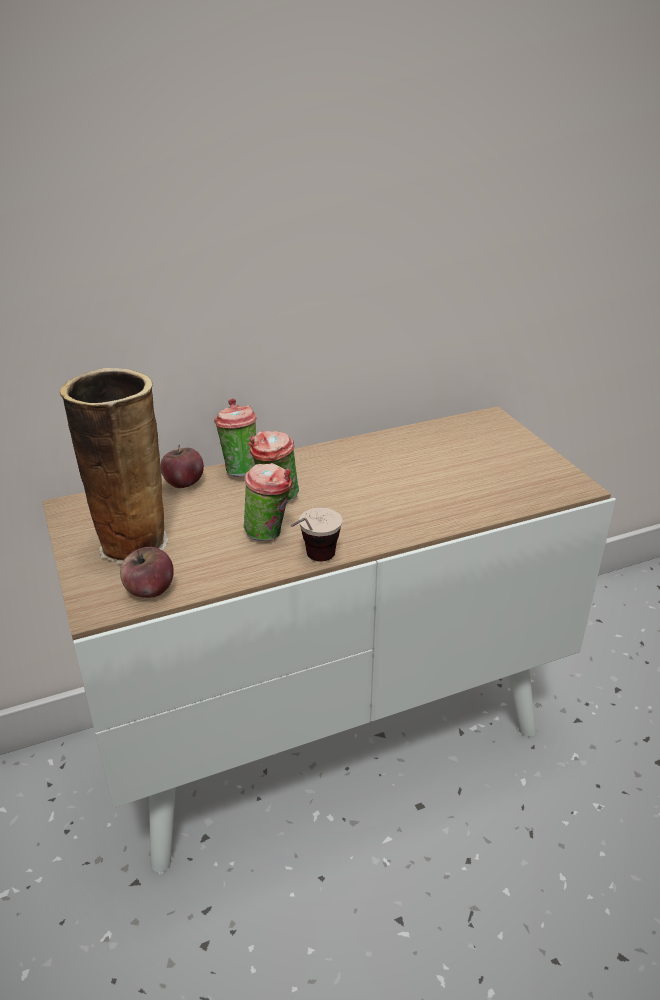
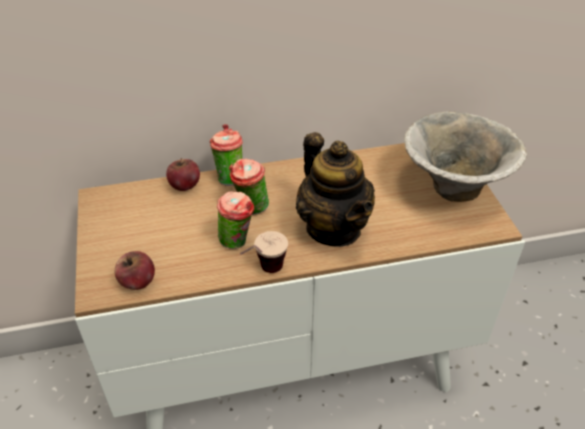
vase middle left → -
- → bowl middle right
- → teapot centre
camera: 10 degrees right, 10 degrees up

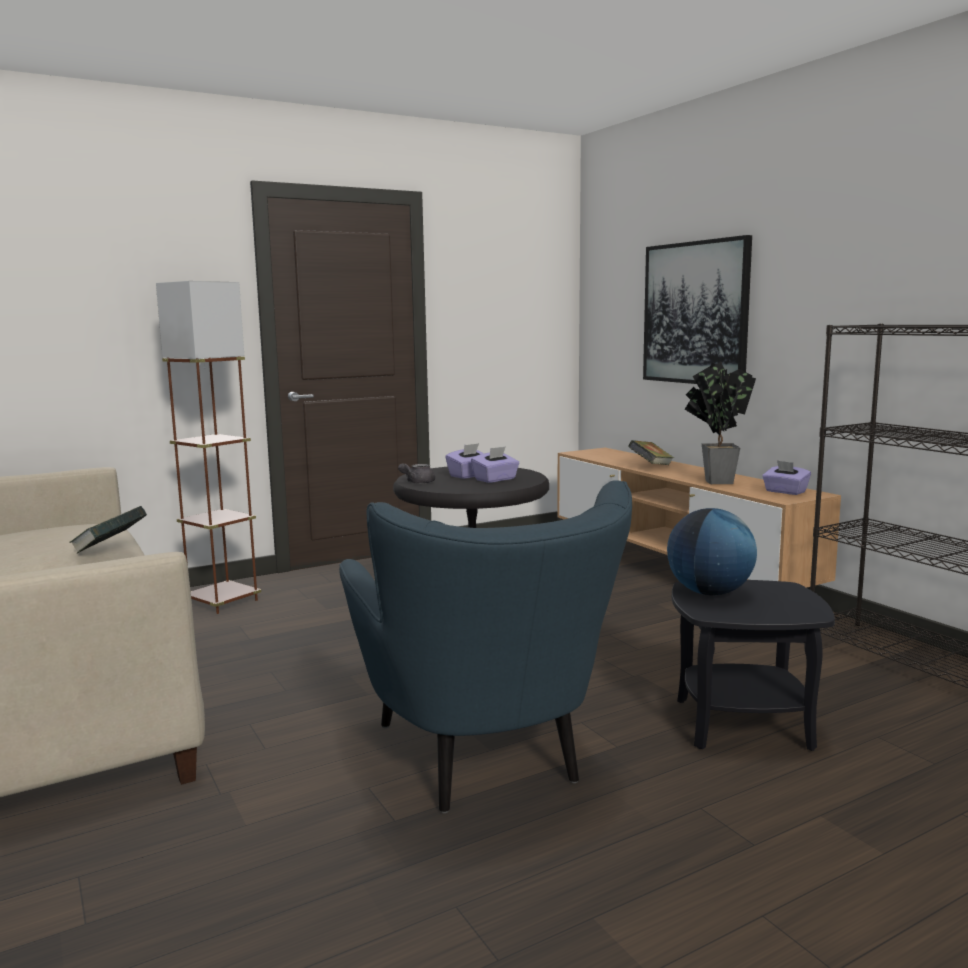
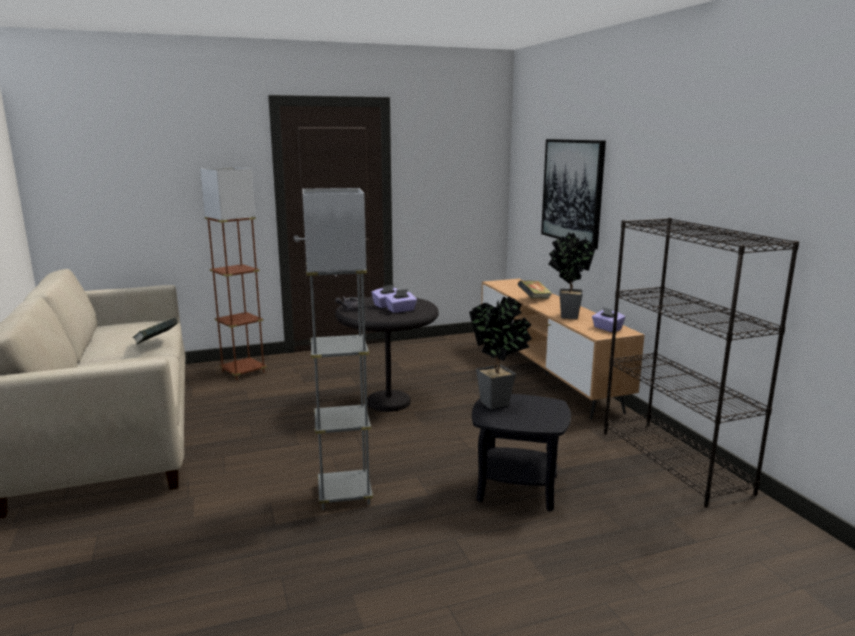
blue armchair bottom centre → grey floor lamp centre
globe middle right → potted plant (no. 1 from left) centre
camera: 10 degrees right, 5 degrees up

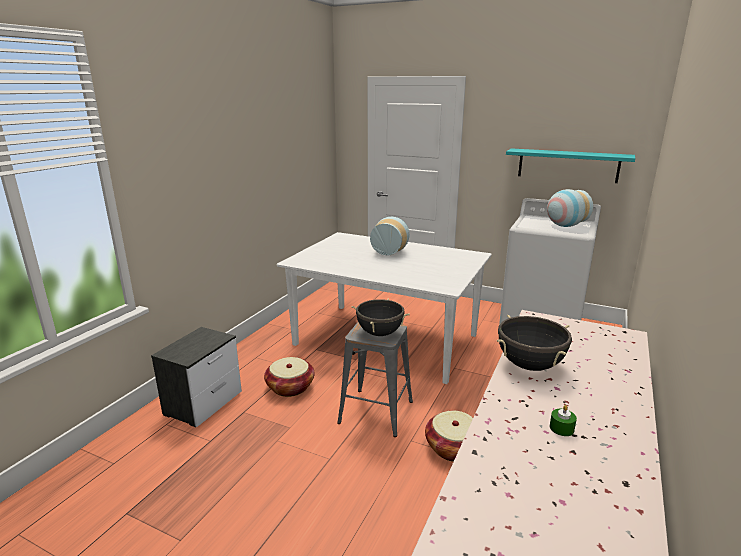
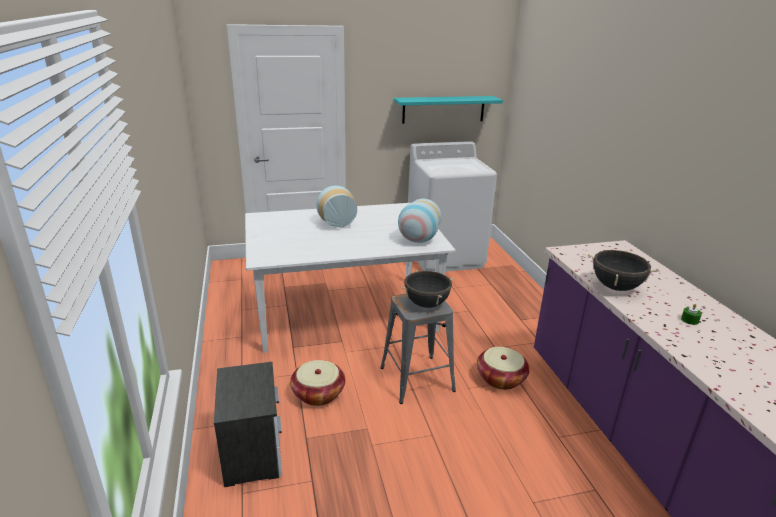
vase (no. 2 from left) middle right → vase (no. 2 from left) centre, shifted
camera: 40 degrees left, 5 degrees up

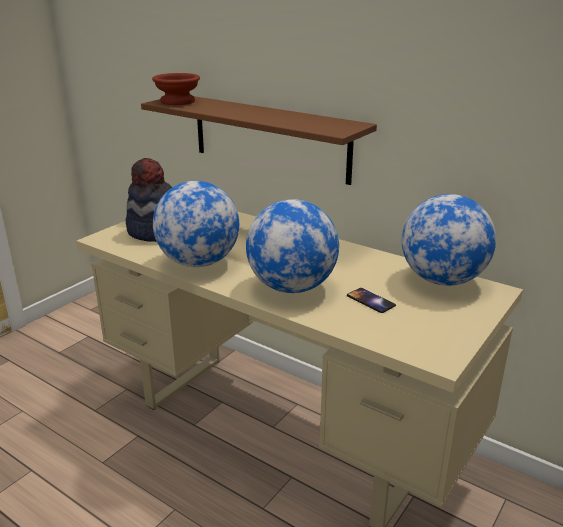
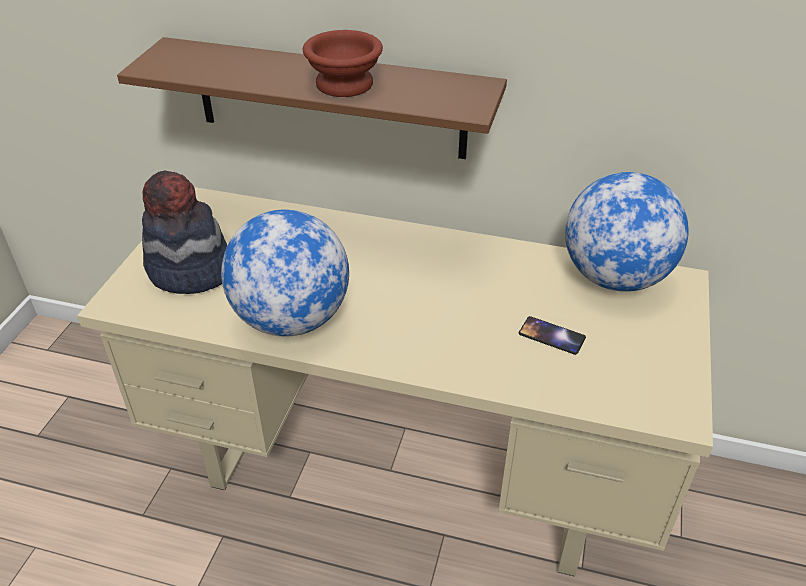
brown bowl top left → brown bowl top centre, shifted
globe (no. 2 from left) centre → -
camera: 20 degrees left, 15 degrees up

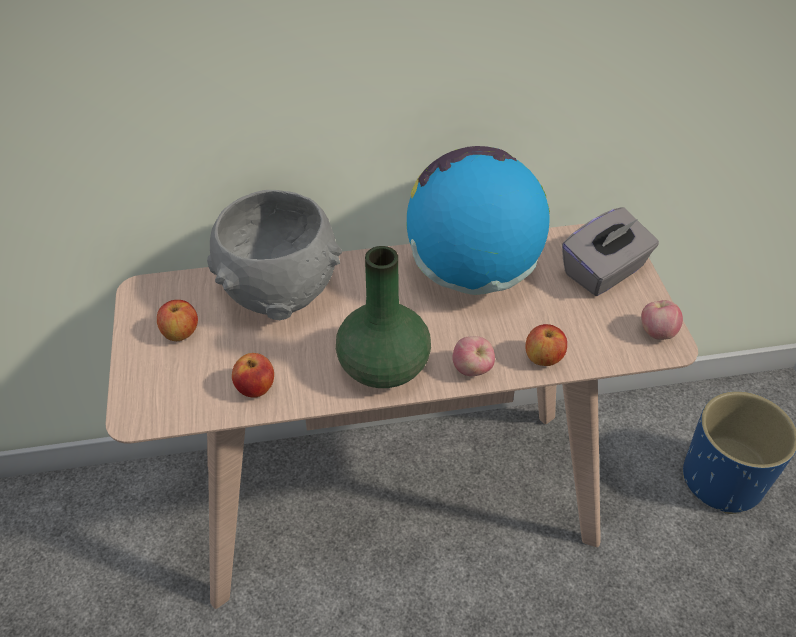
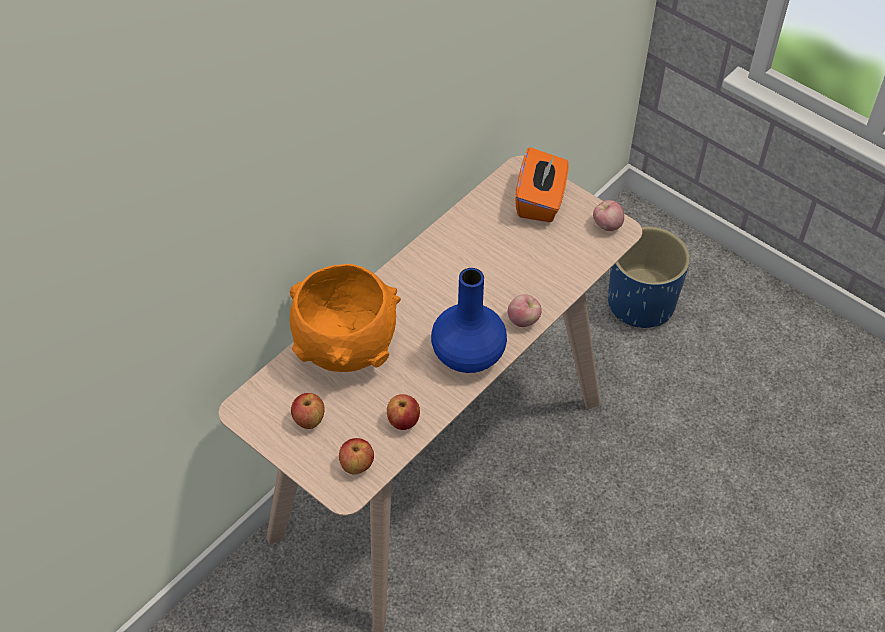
globe centre → -
grey bowl centre → orange bowl centre
grey tissue box middle right → orange tissue box top centre
green vase centre → blue vase centre
apple (no. 4 from left in the first image) middle right → apple (no. 2 from left) bottom centre, shifted
camera: 40 degrees left, 5 degrees up

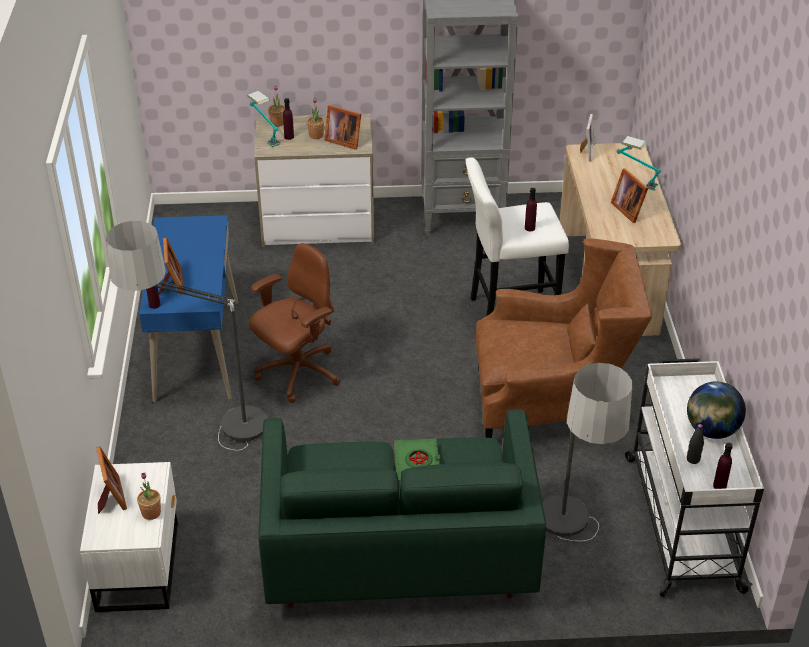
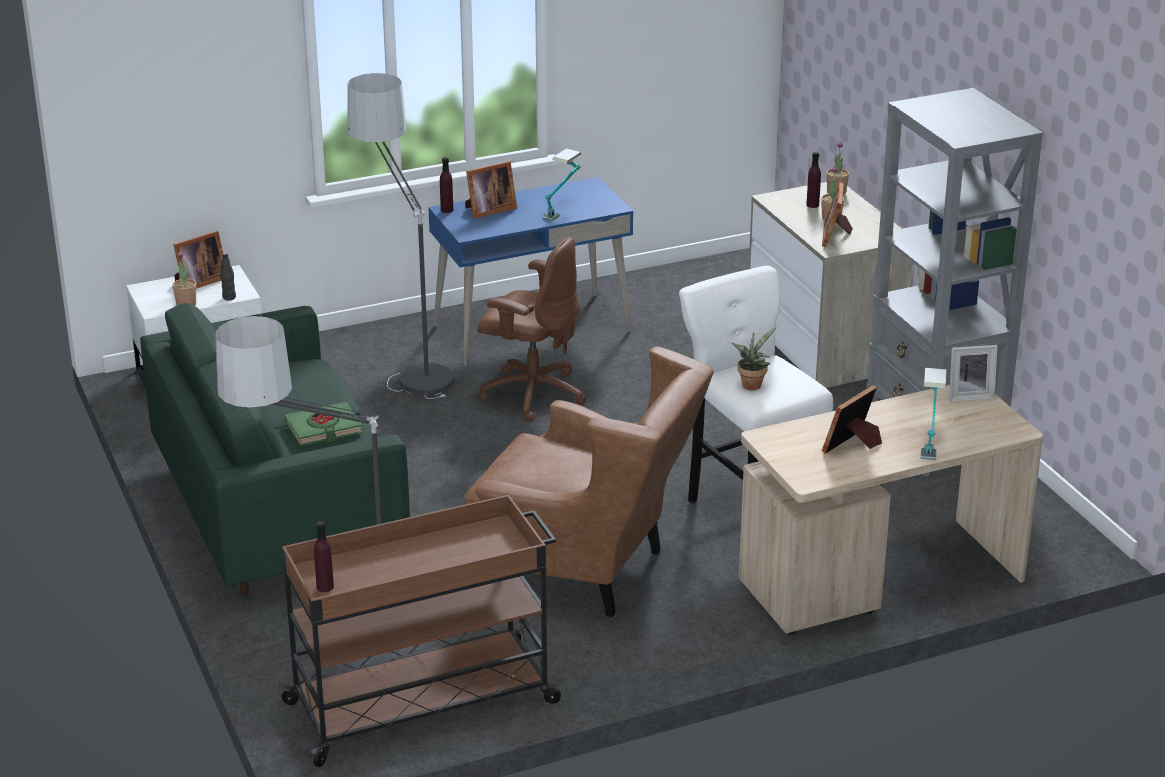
table lamp (no. 1 from left) top left → table lamp (no. 1 from left) top centre, shifted
purple bottle (no. 3 from left) top centre → potted plant (no. 2 from left) centre
brown armchair middle right → brown armchair centre, 45 degrees counterclockwise
white cart bottom right → brown cart bottom centre
globe middle right → -
black bottle bottom right → black bottle middle left, shifted
camera: 70 degrees right, 10 degrees down

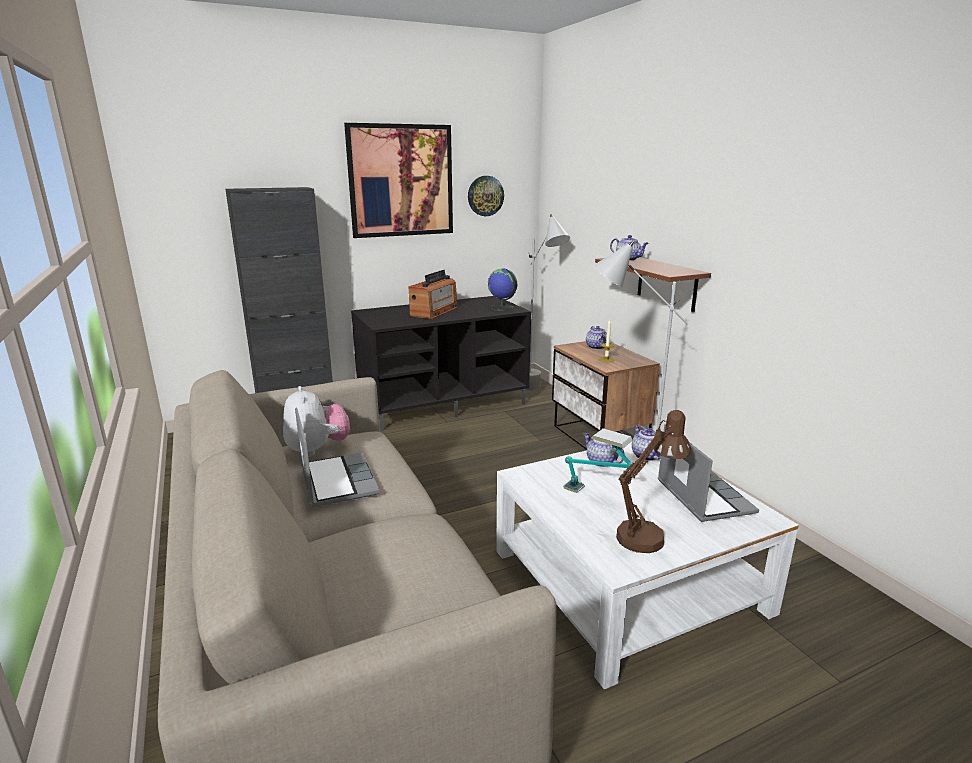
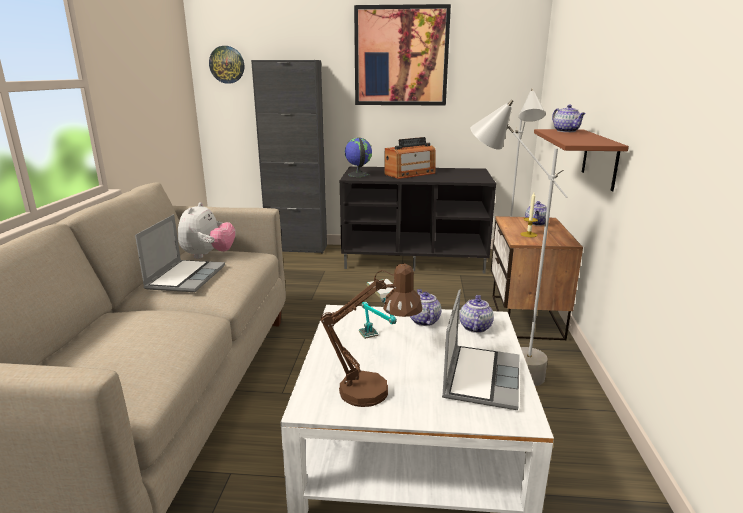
wall clock top centre → wall clock top left, shifted
globe centre → globe top centre, shifted
camera: 30 degrees right, 0 degrees up

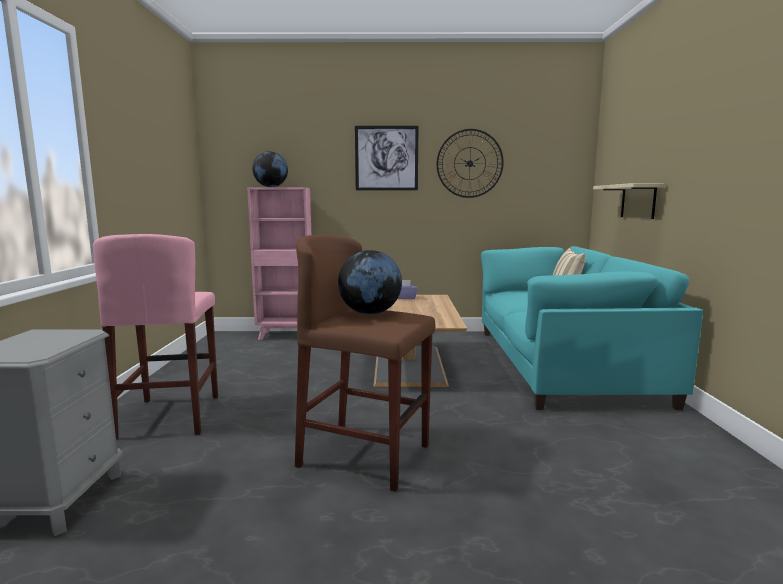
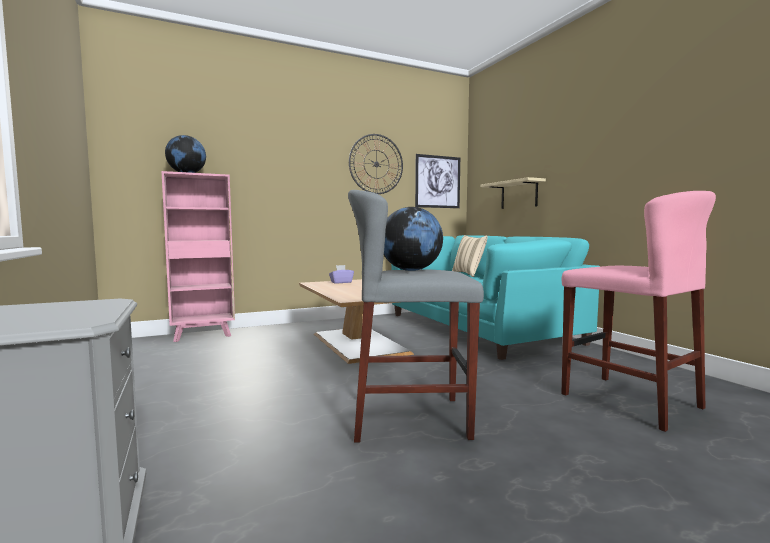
picture top centre → picture centre, shifted
pink stool middle left → pink stool middle right, shifted
brown stool centre → grey stool centre
camera: 25 degrees left, 5 degrees down

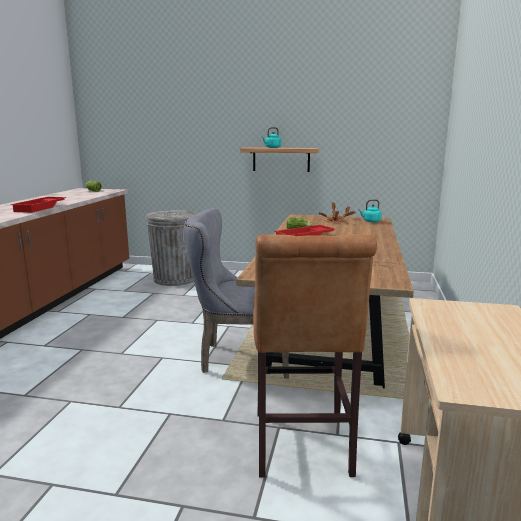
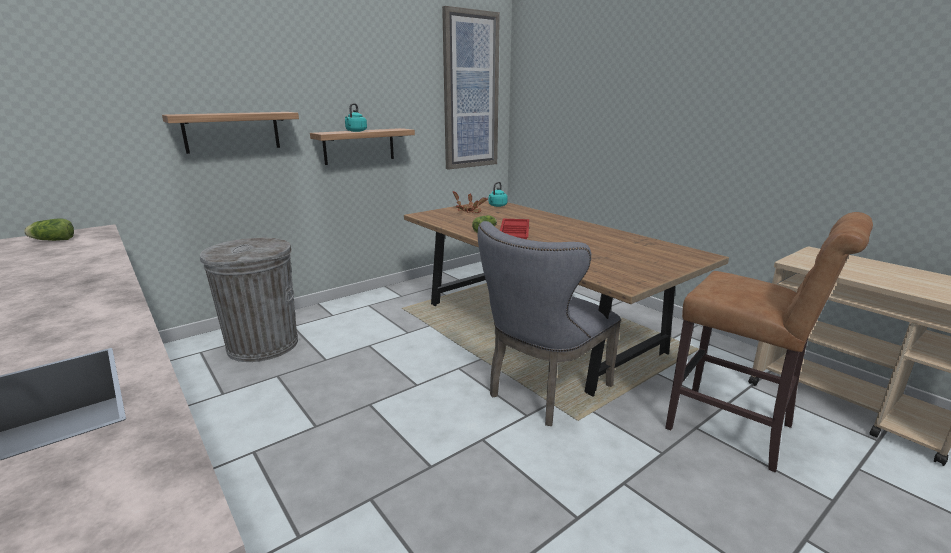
red tray (no. 1 from left) middle left → -
- → picture top centre
- → shelf (no. 1 from left) top left
camera: 50 degrees left, 5 degrees up

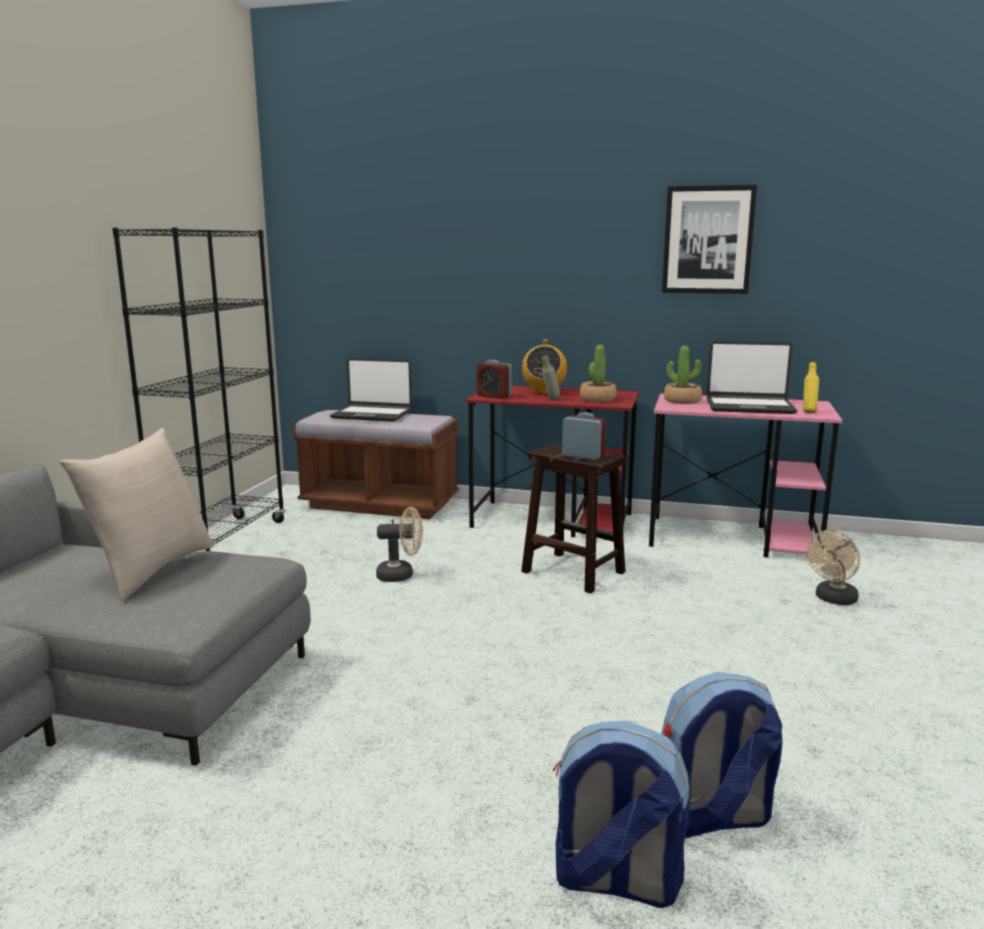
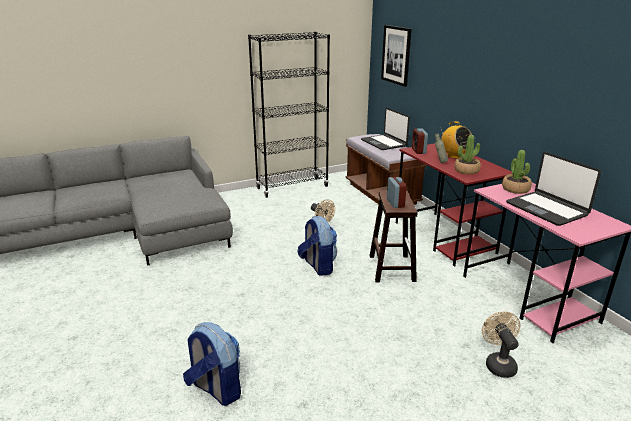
picture top right → picture top centre, shifted
radio centre → radio top right, 90 degrees counterclockwise
yellow bottle middle right → -
beige pillow middle left → -
beige fan (no. 2 from left) middle right → beige fan (no. 2 from left) bottom right, 75 degrees clockwise
backpack (no. 1 from left in the first image) bottom centre → backpack (no. 2 from left) centre, shifted
camera: 50 degrees right, 10 degrees up

